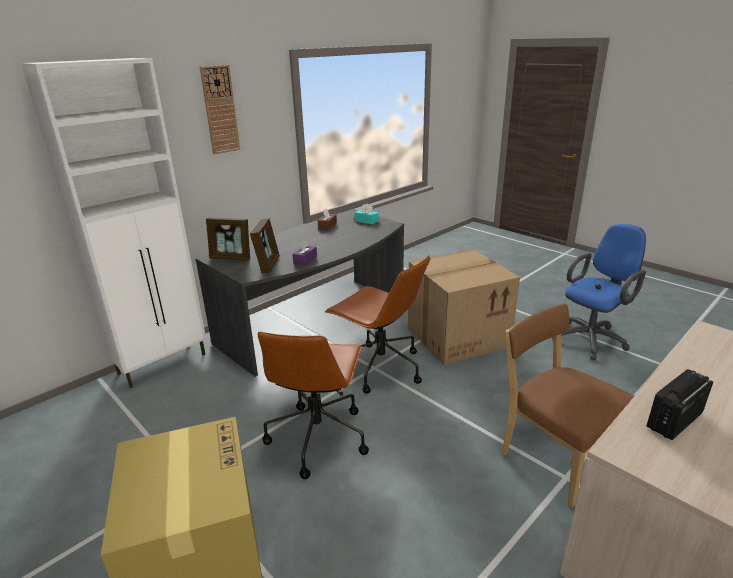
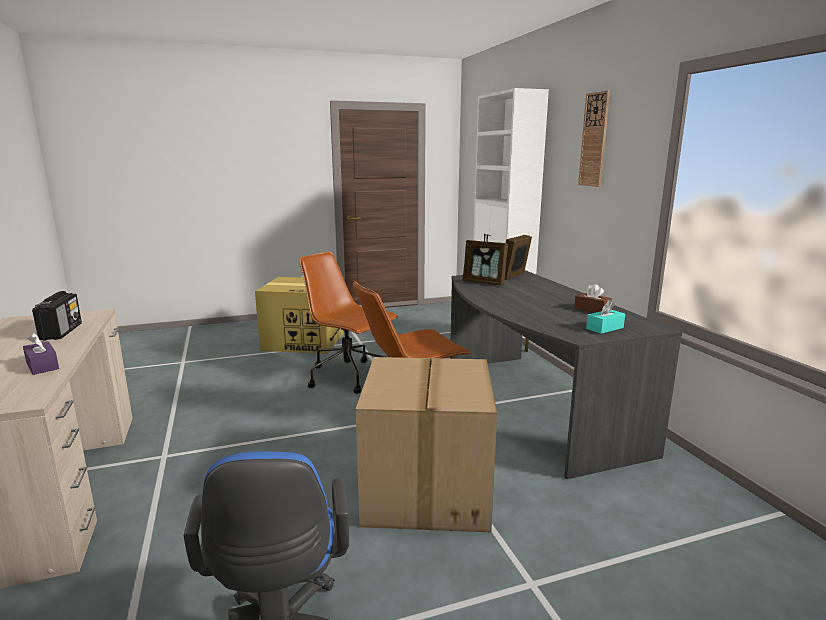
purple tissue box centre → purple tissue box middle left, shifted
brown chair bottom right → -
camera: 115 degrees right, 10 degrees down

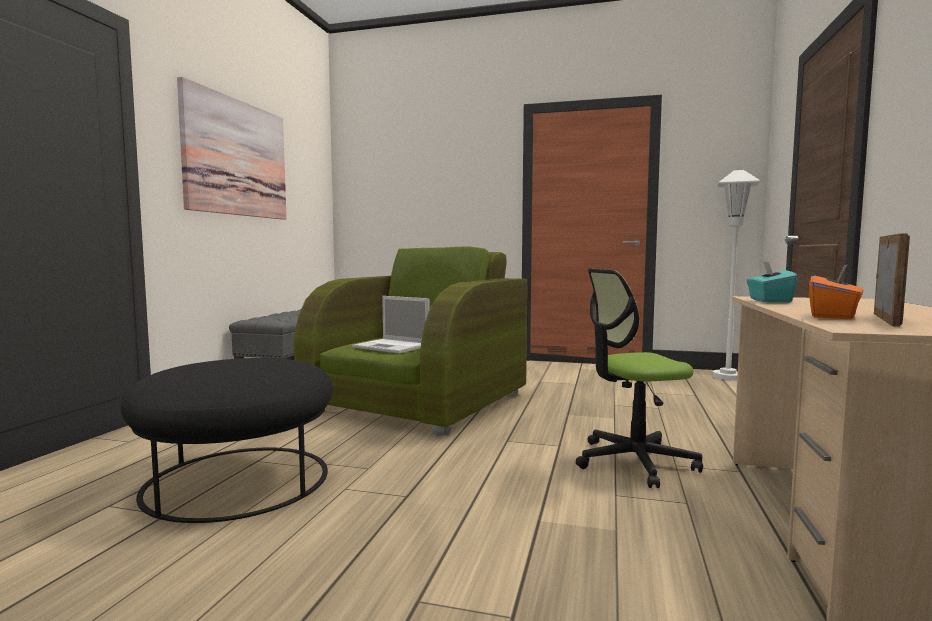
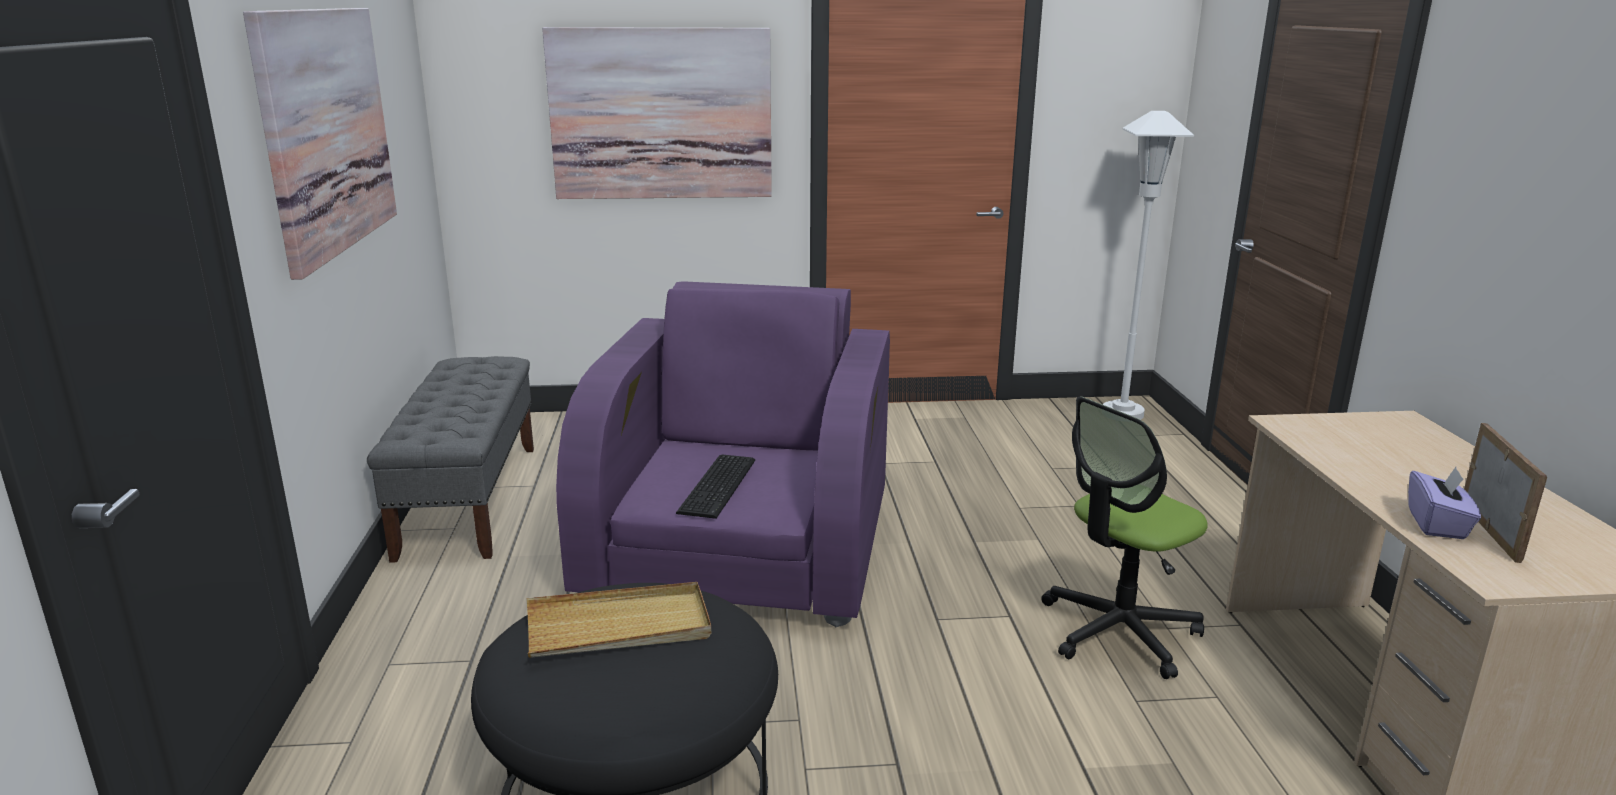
green armchair centre → purple armchair centre
turquoise tissue box middle right → -
orange tissue box middle right → purple tissue box middle right
laptop centre → keyboard centre
- → picture (no. 2 from left) top centre
- → beige tray bottom centre
camera: 20 degrees left, 15 degrees up

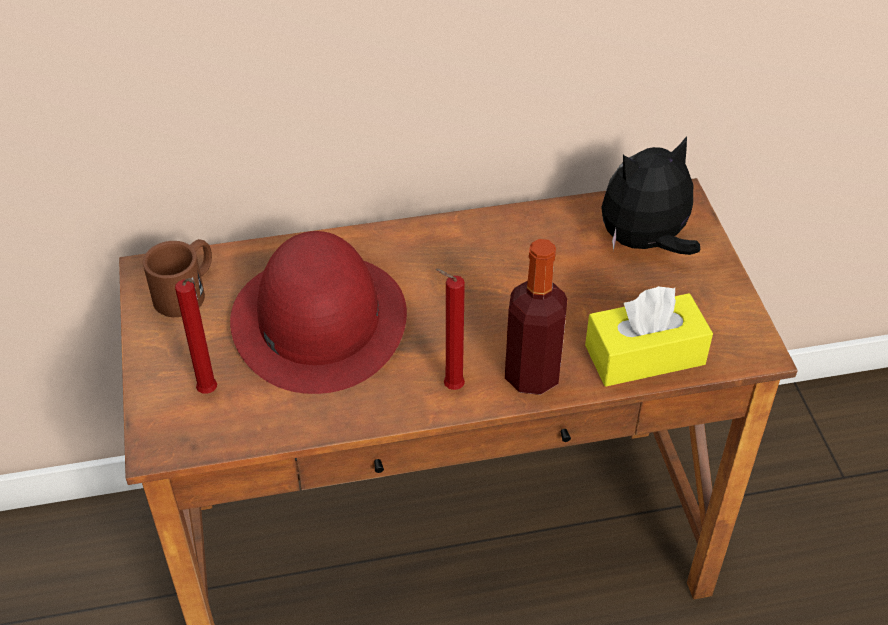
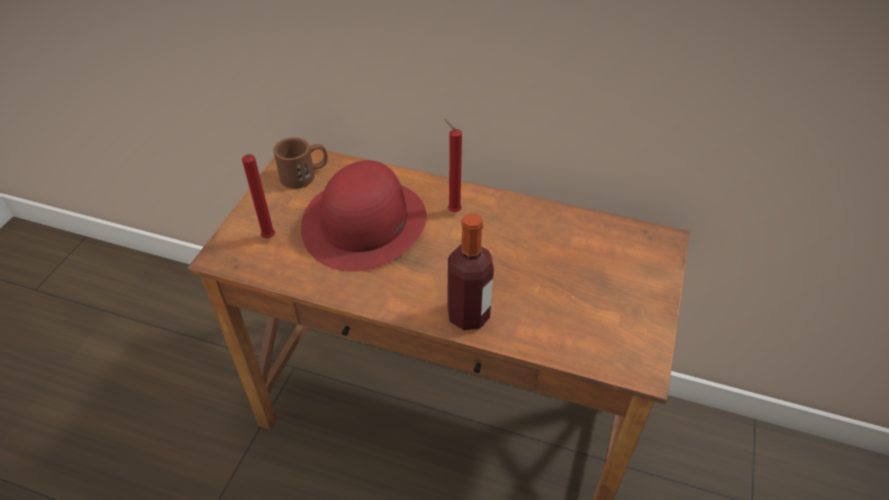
plush toy top right → -
red candle (no. 2 from left) centre → red candle (no. 2 from left) top centre, shifted
yellow tissue box middle right → -
camera: 30 degrees right, 0 degrees up

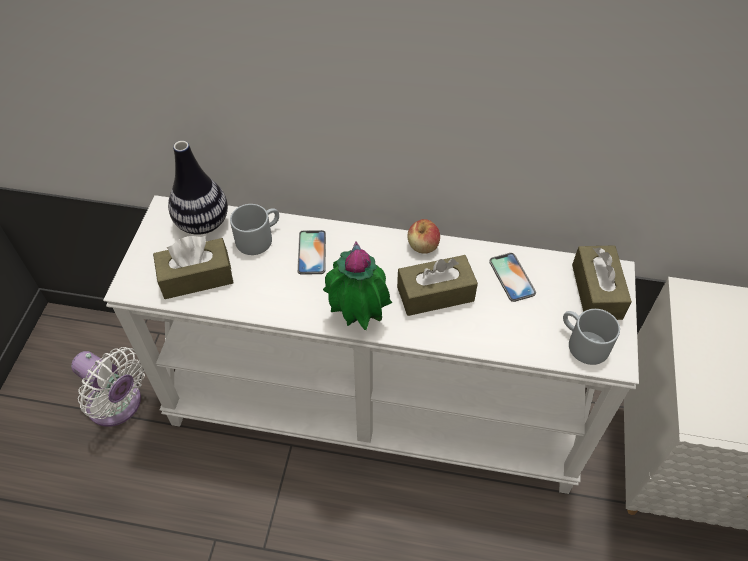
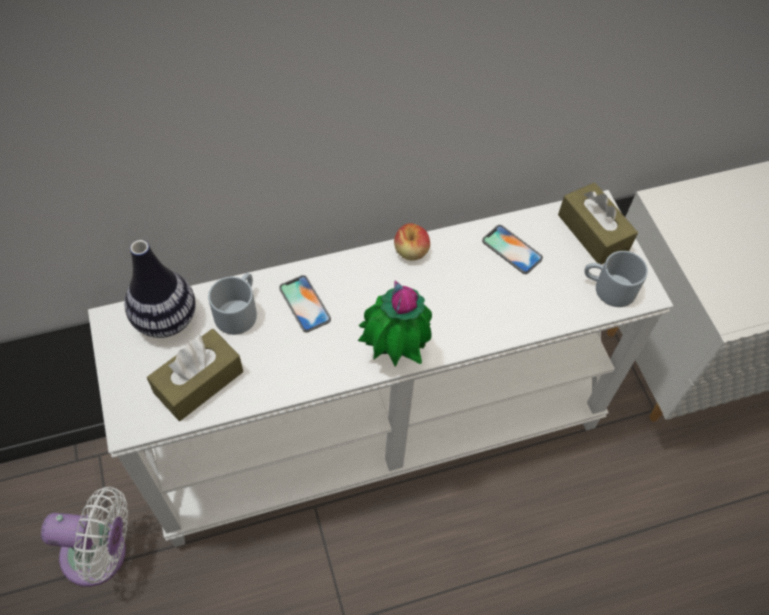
brown tissue box (no. 2 from left) centre → -
camera: 30 degrees left, 5 degrees up

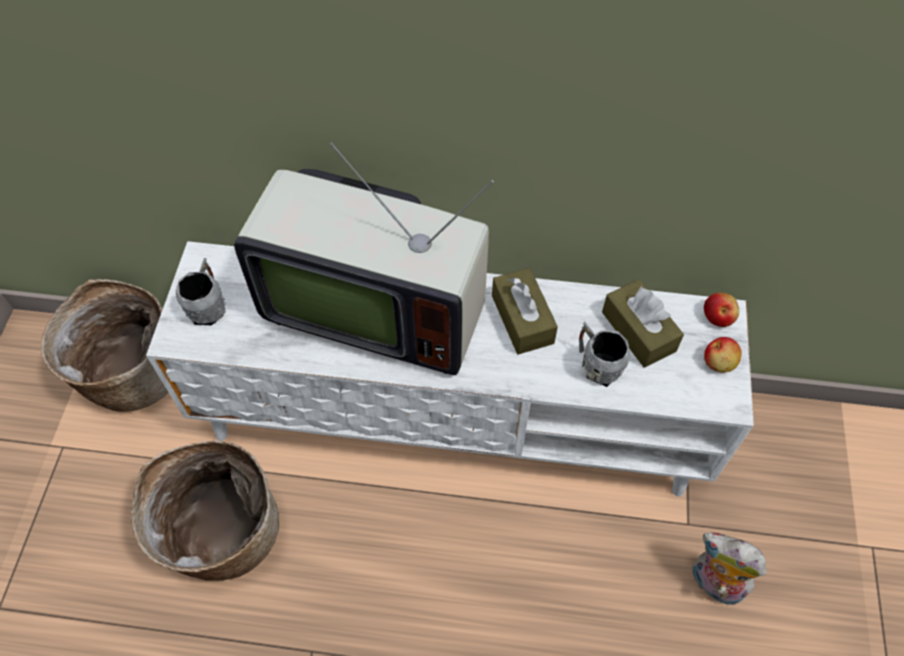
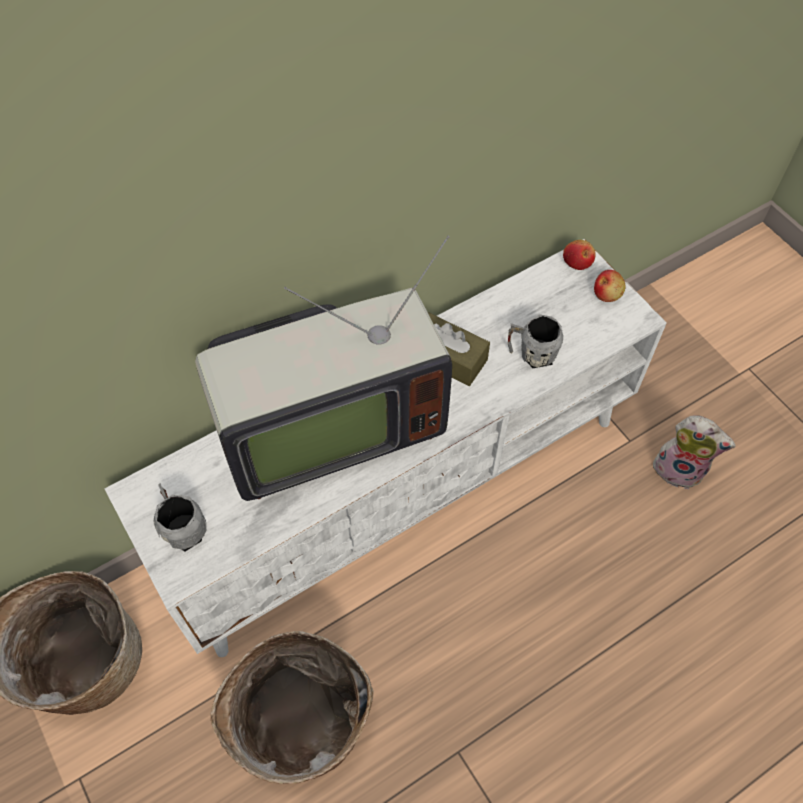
brown tissue box (no. 2 from left) middle right → -
plush toy bottom right → plush toy middle right, 150 degrees counterclockwise
camera: 40 degrees left, 0 degrees up

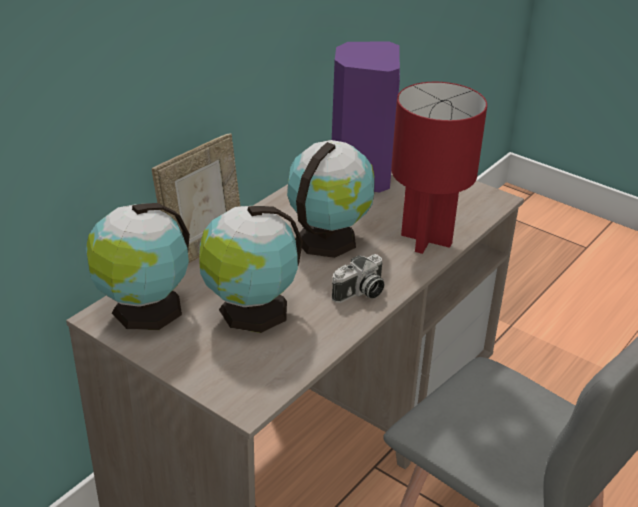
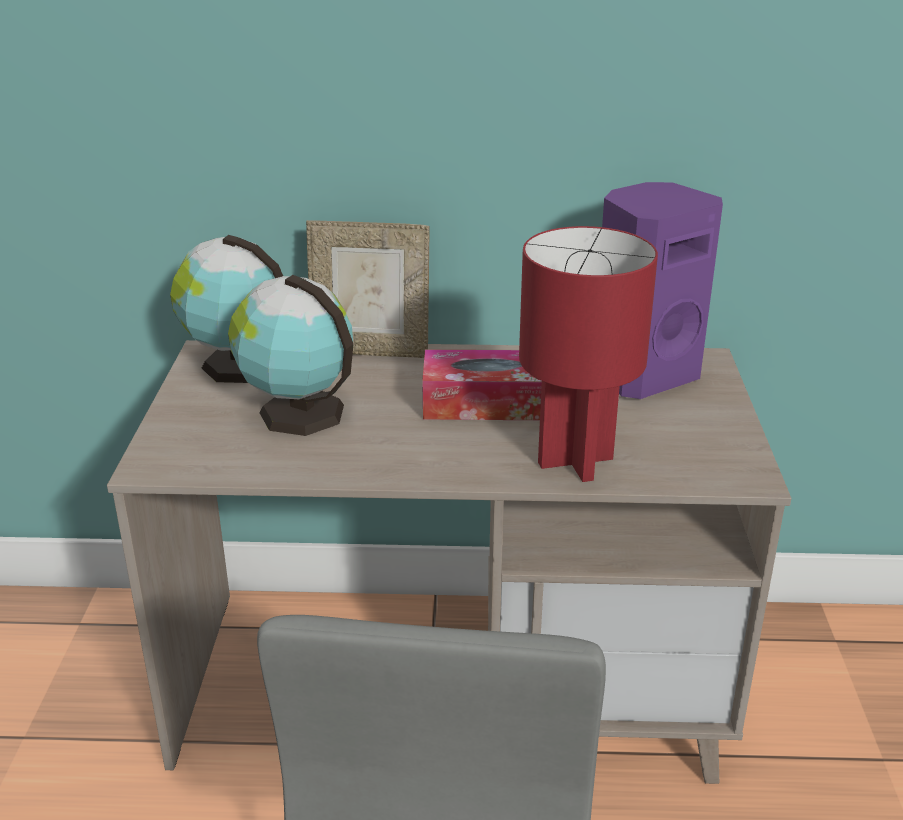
globe (no. 3 from left) centre → tissue box centre
photo camera centre → -
camera: 55 degrees right, 5 degrees down

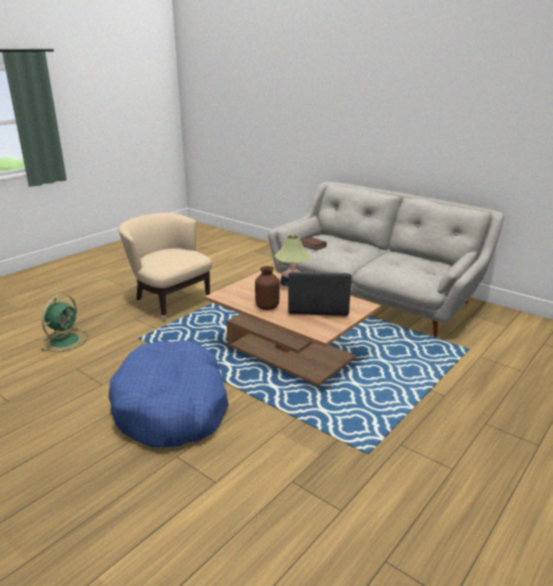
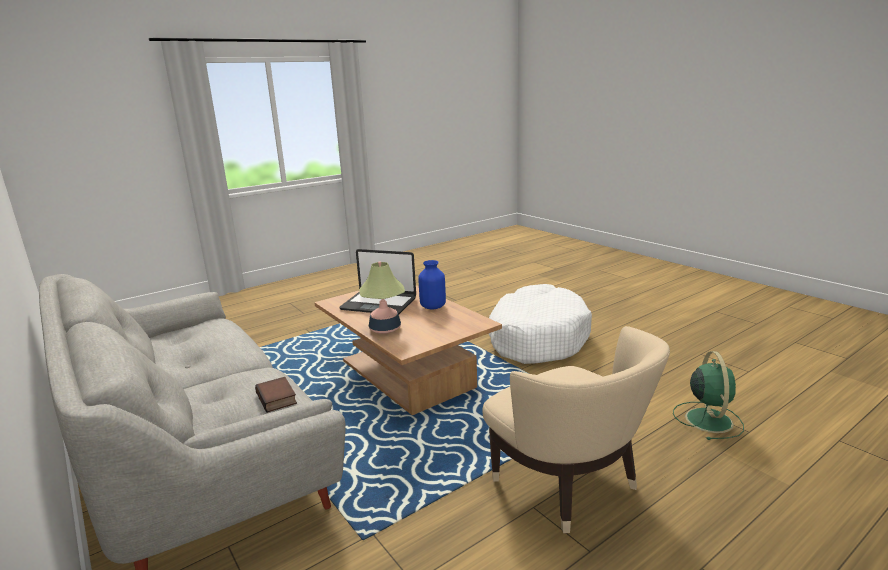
brown vase centre → blue vase centre
green fan middle left → green fan bottom right, 150 degrees clockwise
blue dog bed bottom left → white dog bed centre
camera: 165 degrees left, 5 degrees down

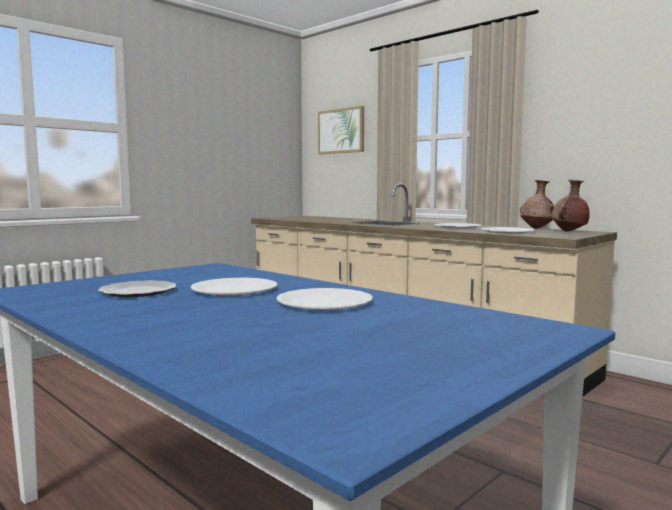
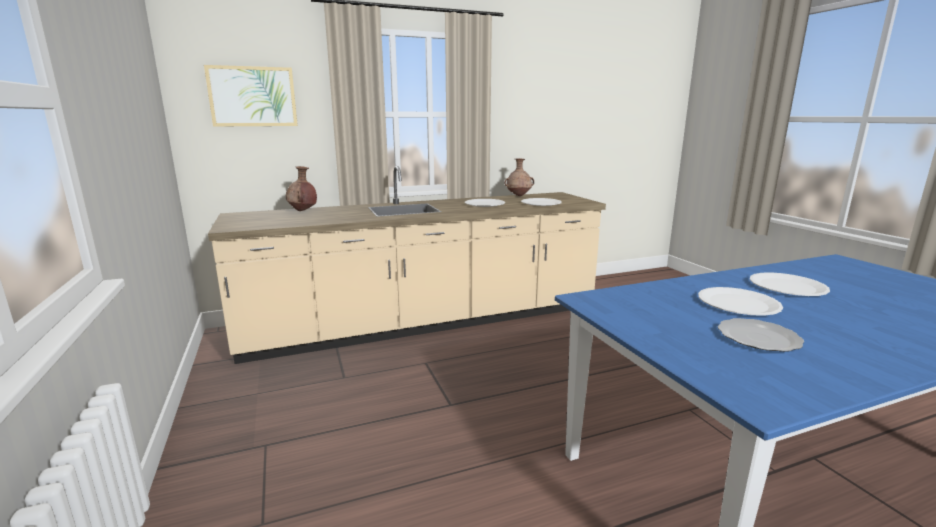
brown vase (no. 2 from left in the first image) middle right → brown vase (no. 1 from left) middle left, shifted
camera: 65 degrees left, 10 degrees up

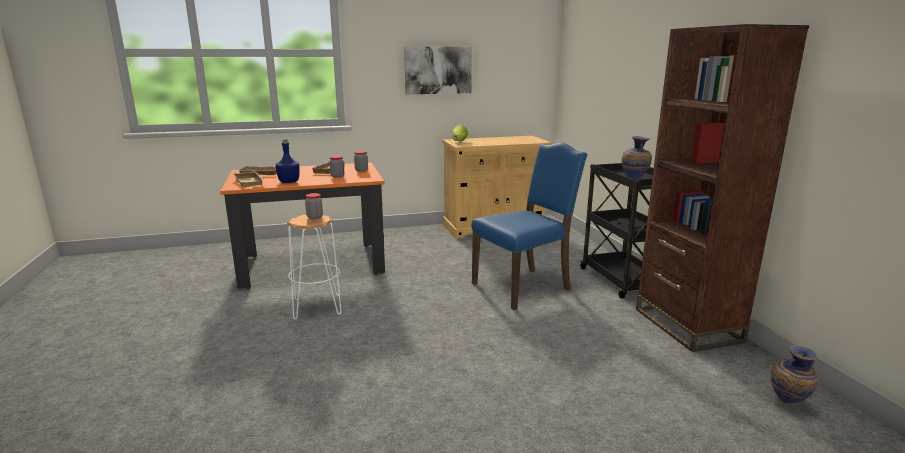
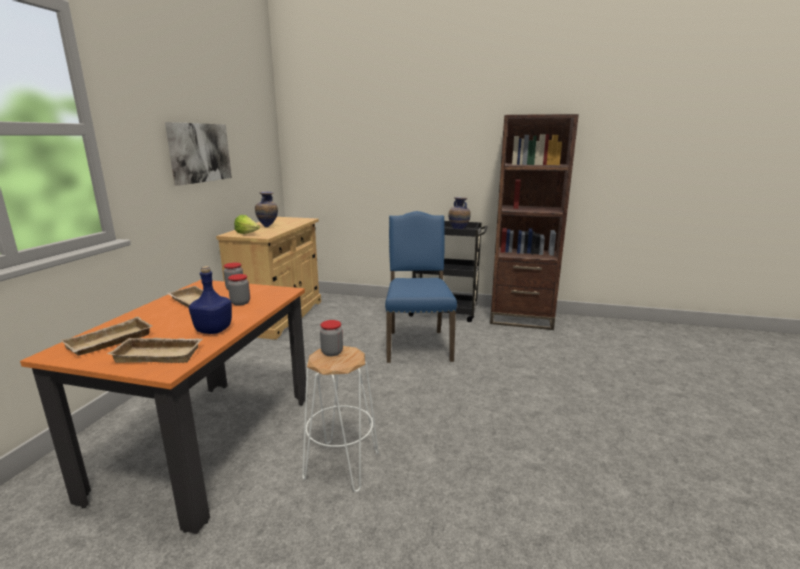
vase (no. 2 from left in the first image) bottom right → vase (no. 1 from left) middle left, shifted
camera: 60 degrees left, 0 degrees up

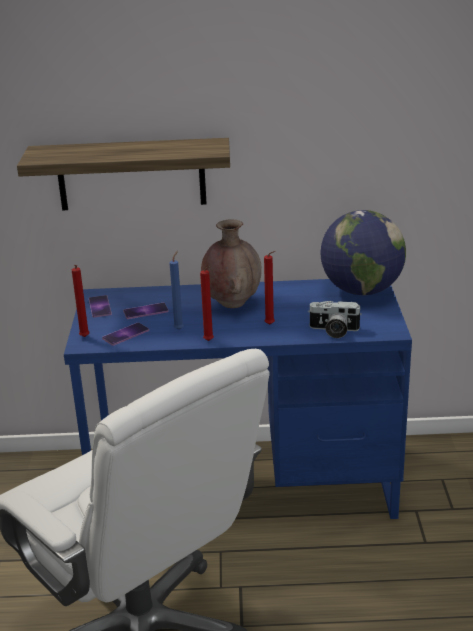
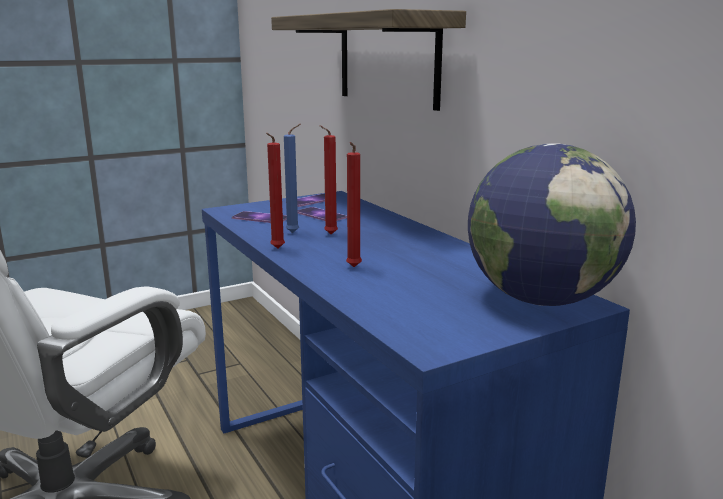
brown vase centre → -
red candle (no. 1 from left in the first image) middle left → red candle (no. 2 from left) centre, shifted
photo camera middle right → -
camera: 60 degrees right, 10 degrees down

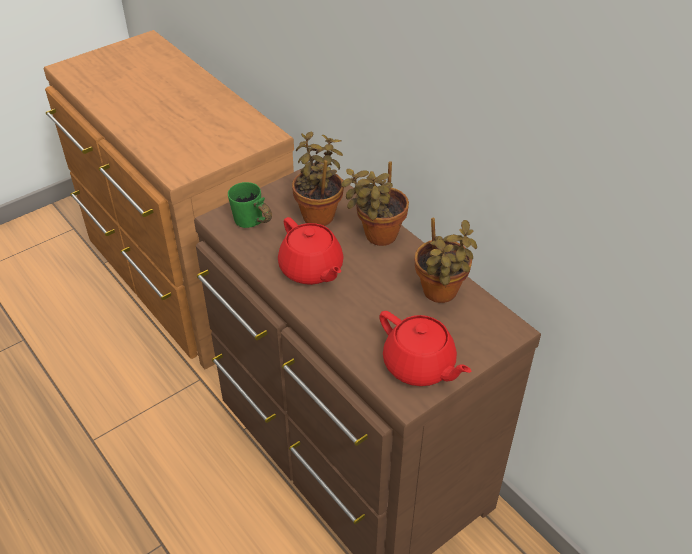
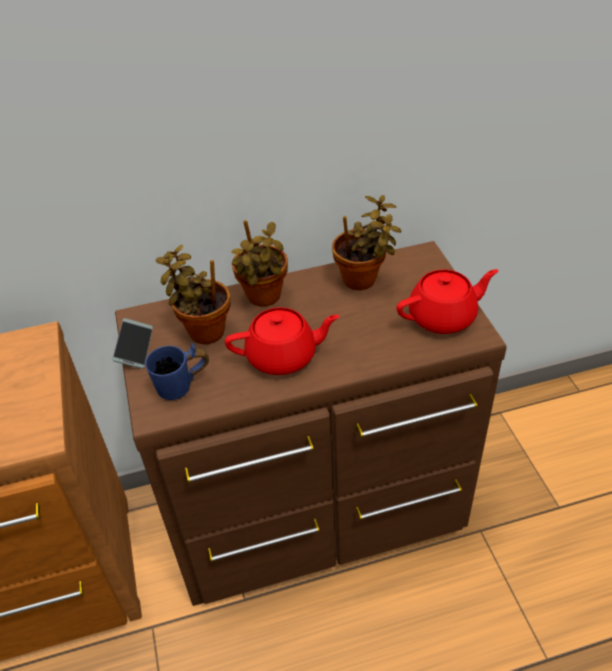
green mug centre → blue mug middle left
- → phone middle left
camera: 65 degrees left, 0 degrees up

